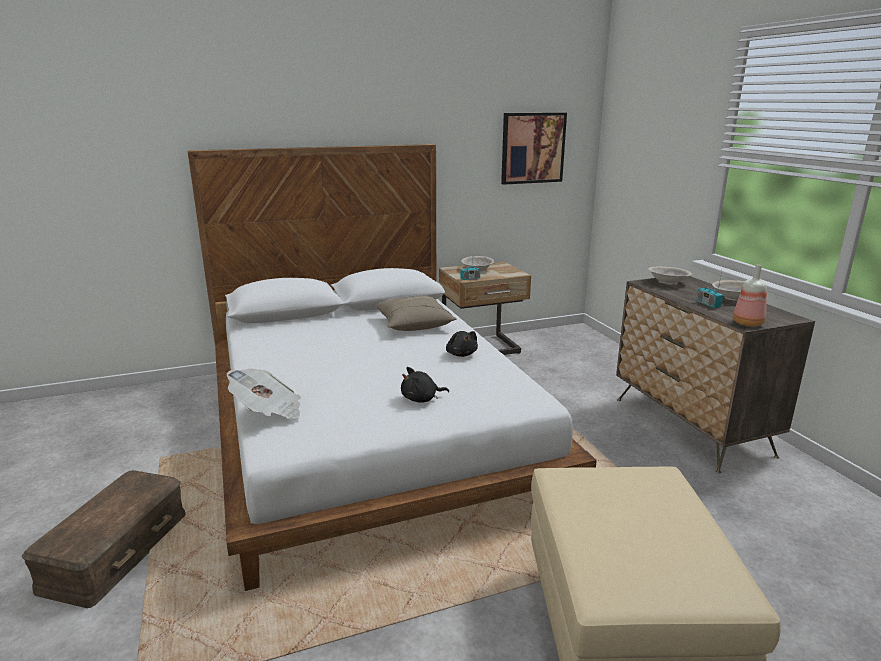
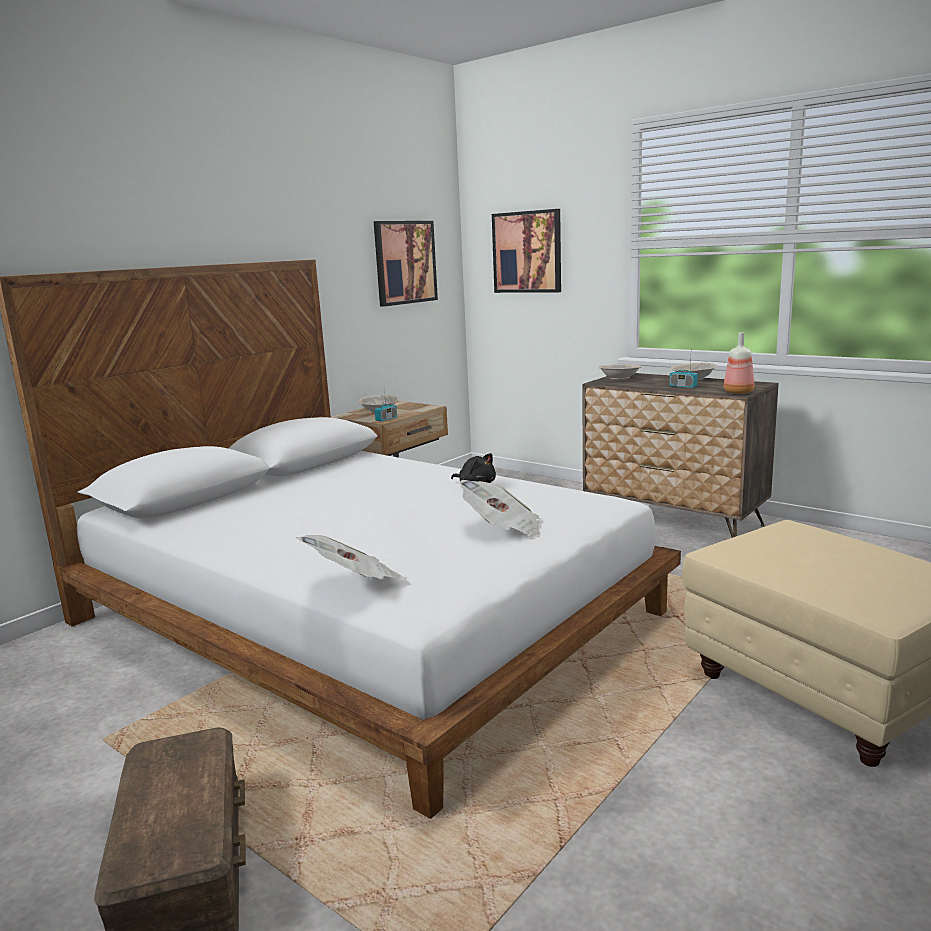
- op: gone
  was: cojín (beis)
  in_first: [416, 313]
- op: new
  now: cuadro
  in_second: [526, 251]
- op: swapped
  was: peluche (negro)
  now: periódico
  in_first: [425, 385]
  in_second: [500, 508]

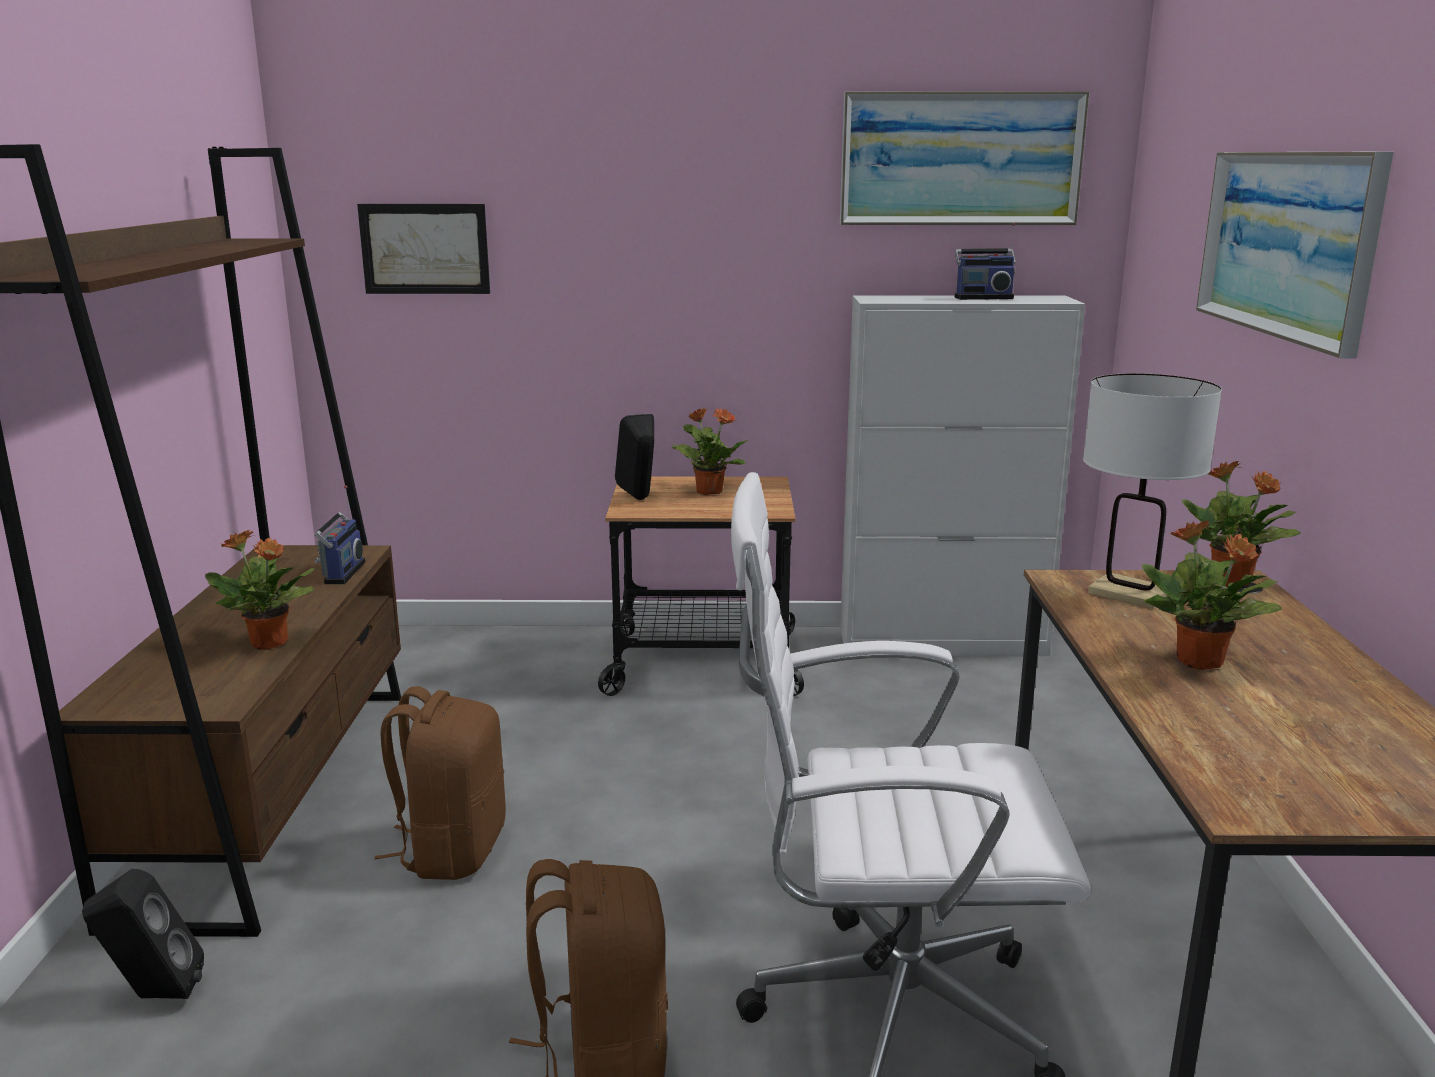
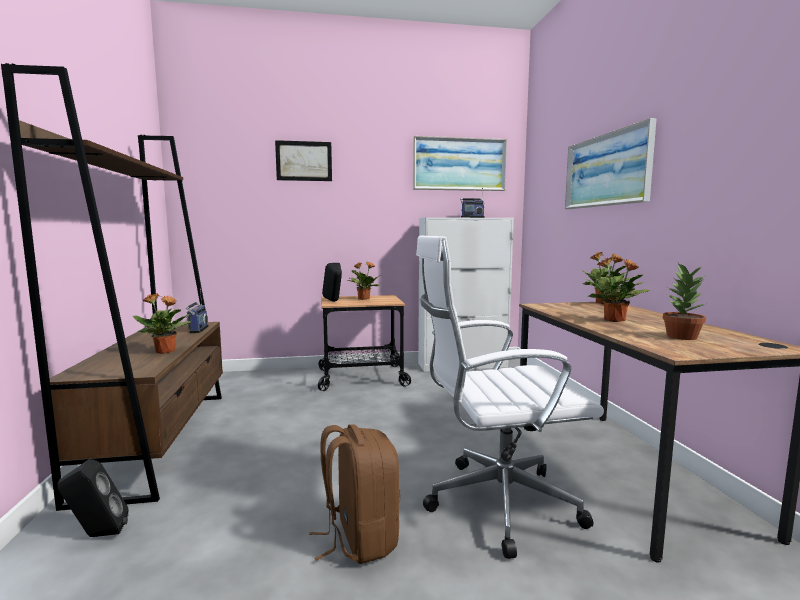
- op: gone
  was: mochila (marrón)
  in_first: [440, 783]
- op: gone
  was: lámpara de mesa (blanco)
  in_first: [1152, 491]
- op: new
  now: planta en maceta
  in_second: [685, 301]
- op: shifted
  was: cuadro
  in_first: [423, 249]
  in_second: [303, 160]

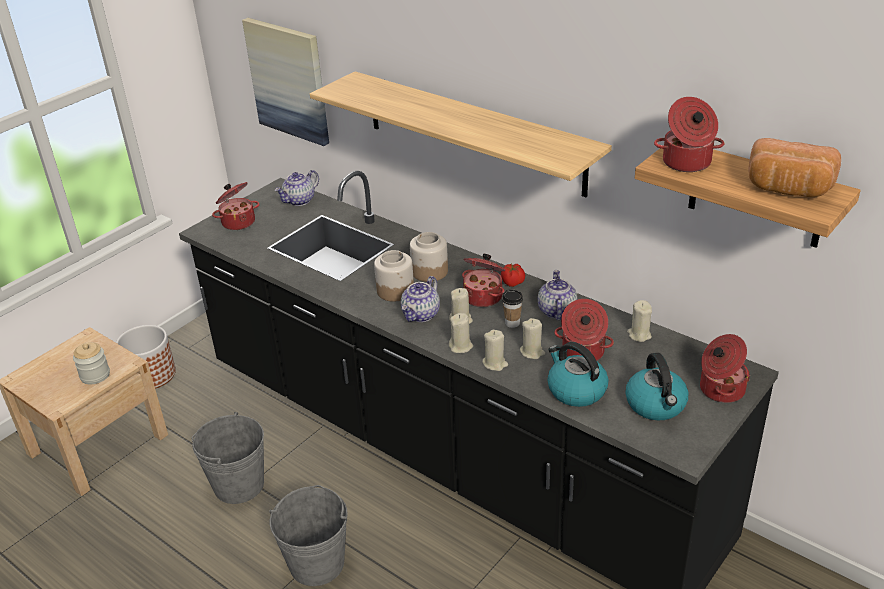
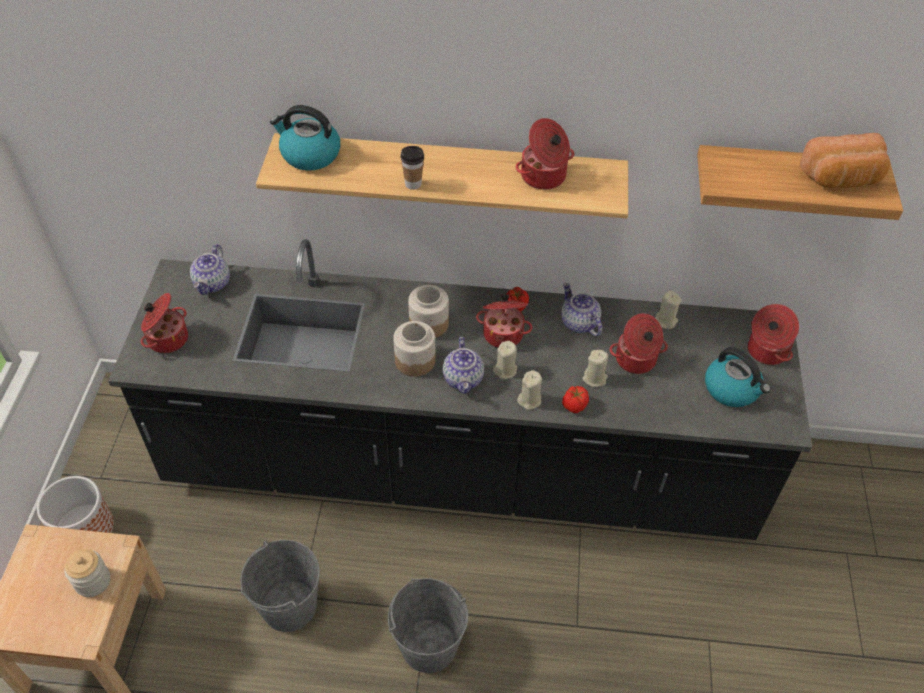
- op: gone
  was: cuadro
  in_first: [285, 82]
- op: shifted
  was: taza
  in_first: [512, 308]
  in_second: [412, 168]
- op: shifted
  was: hervidor
  in_first: [577, 374]
  in_second: [305, 138]
- op: shifted
  was: olla
  in_first: [689, 134]
  in_second: [545, 154]
- op: swapped
  was: vela (beis)
  now: tomate
  in_first: [495, 350]
  in_second: [575, 399]

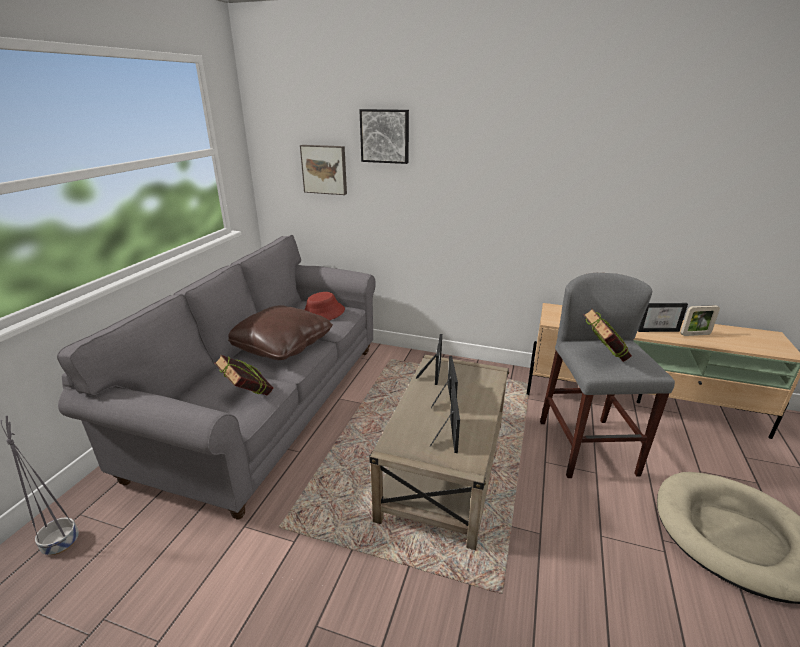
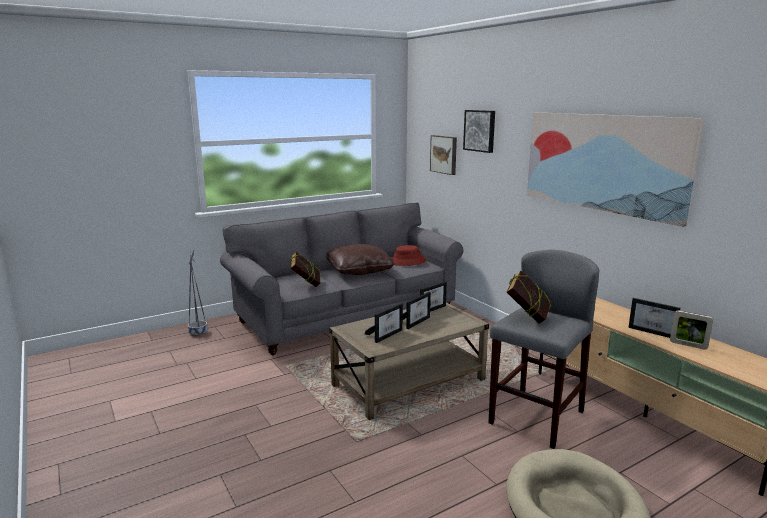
- op: new
  now: cuadro
  in_second: [615, 169]

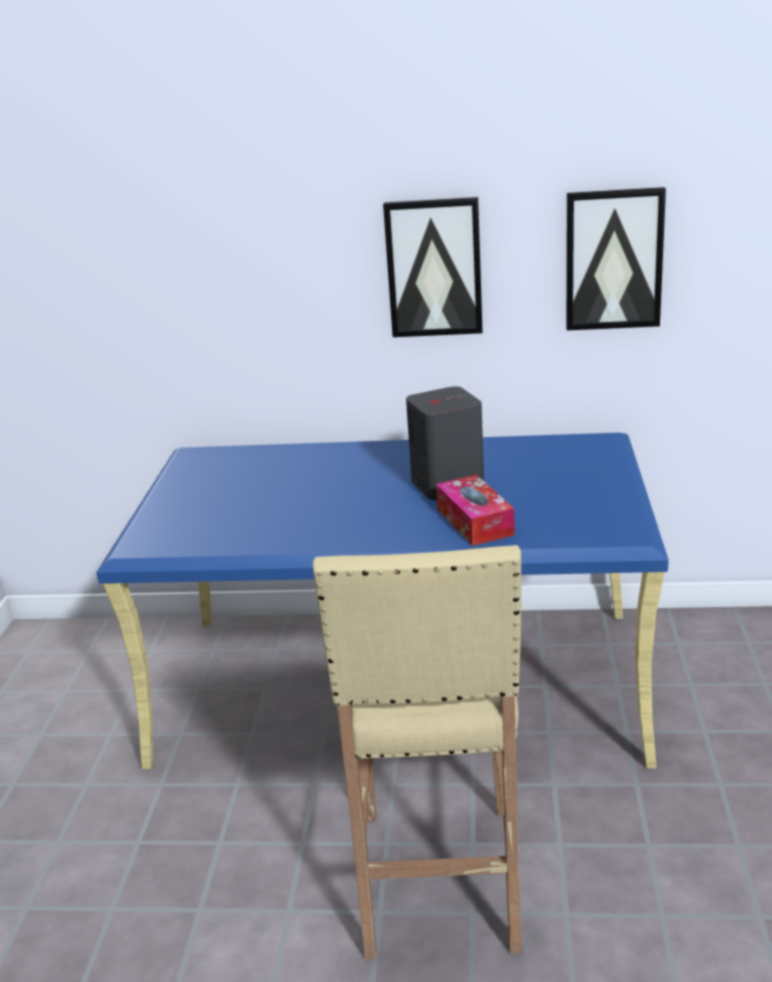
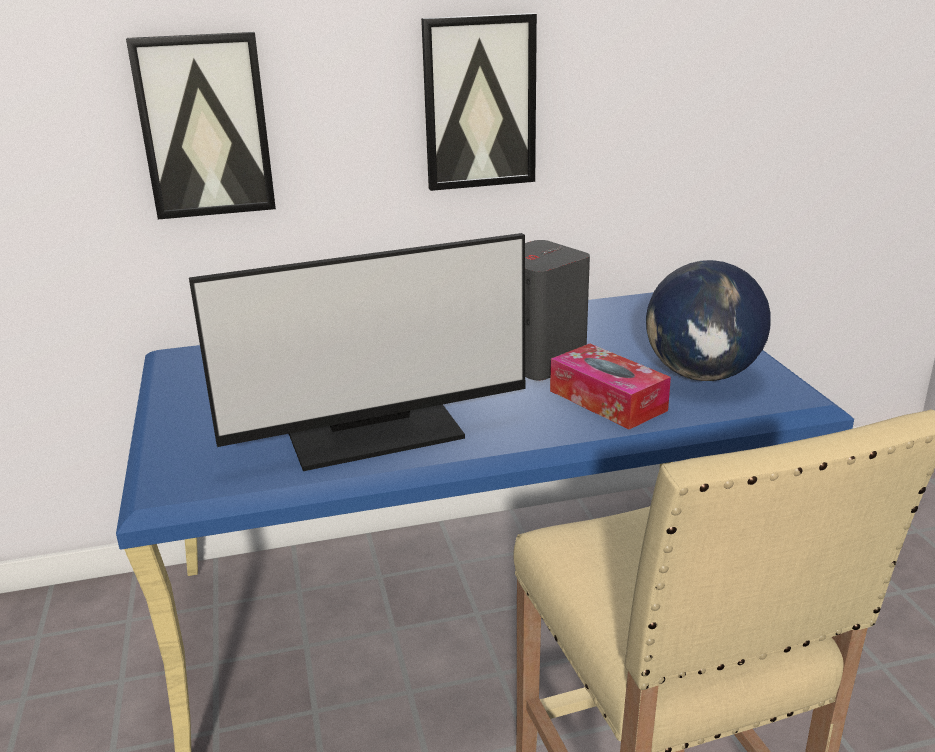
- op: new
  now: monitor
  in_second: [357, 352]
- op: new
  now: globo terráqueo
  in_second: [708, 320]
- op: shifted
  was: cuadro
  in_first: [616, 258]
  in_second: [201, 125]

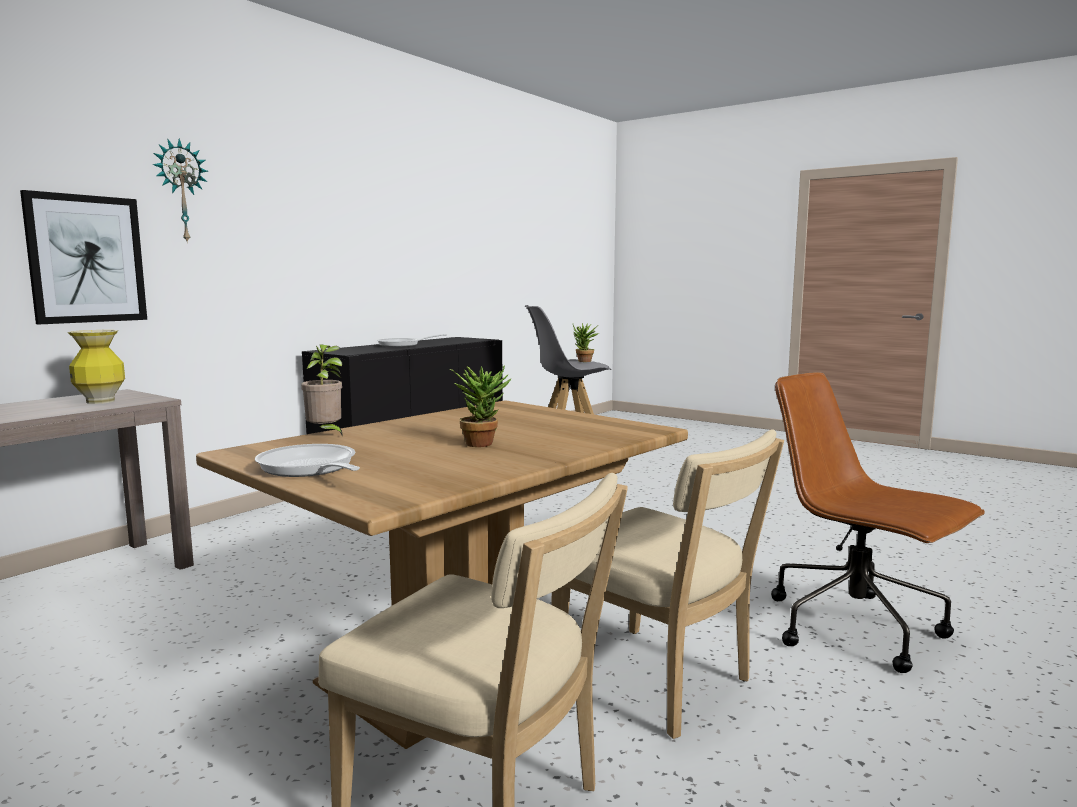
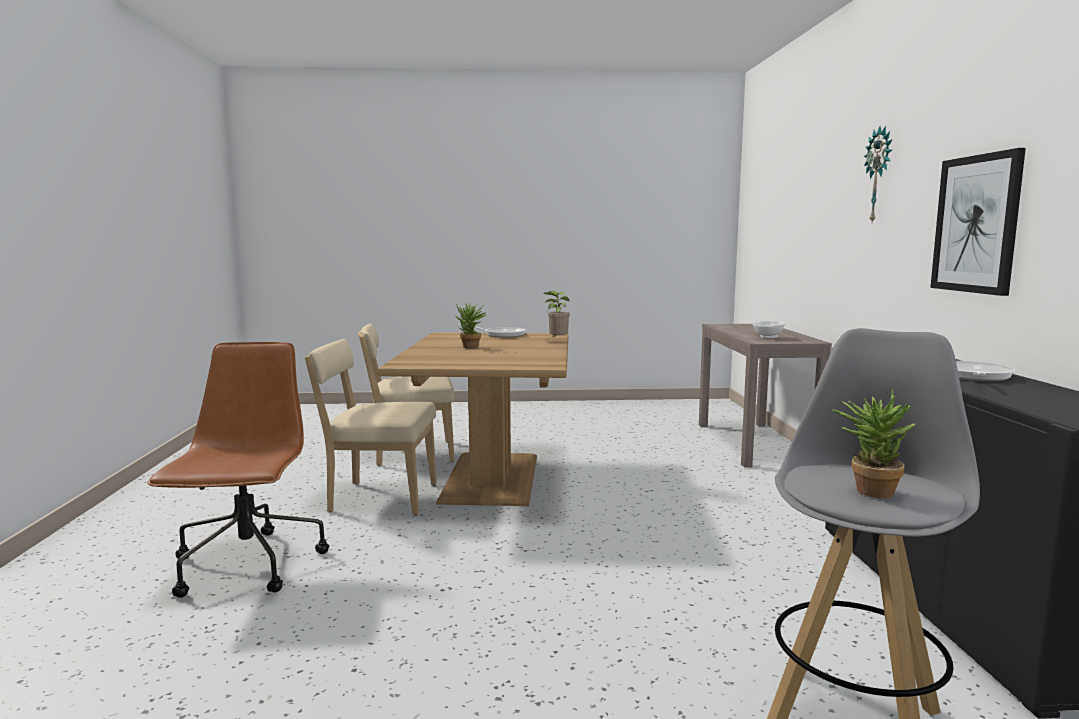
- op: shifted
  was: cuadro
  in_first: [83, 257]
  in_second: [978, 222]
- op: swapped
  was: florero
  now: cuenco (blanco)
  in_first: [96, 367]
  in_second: [769, 330]
- op: rotated
  was: silla de oficina (marrón)
  in_first: [878, 522]
  in_second: [238, 470]
  clockwise: -105

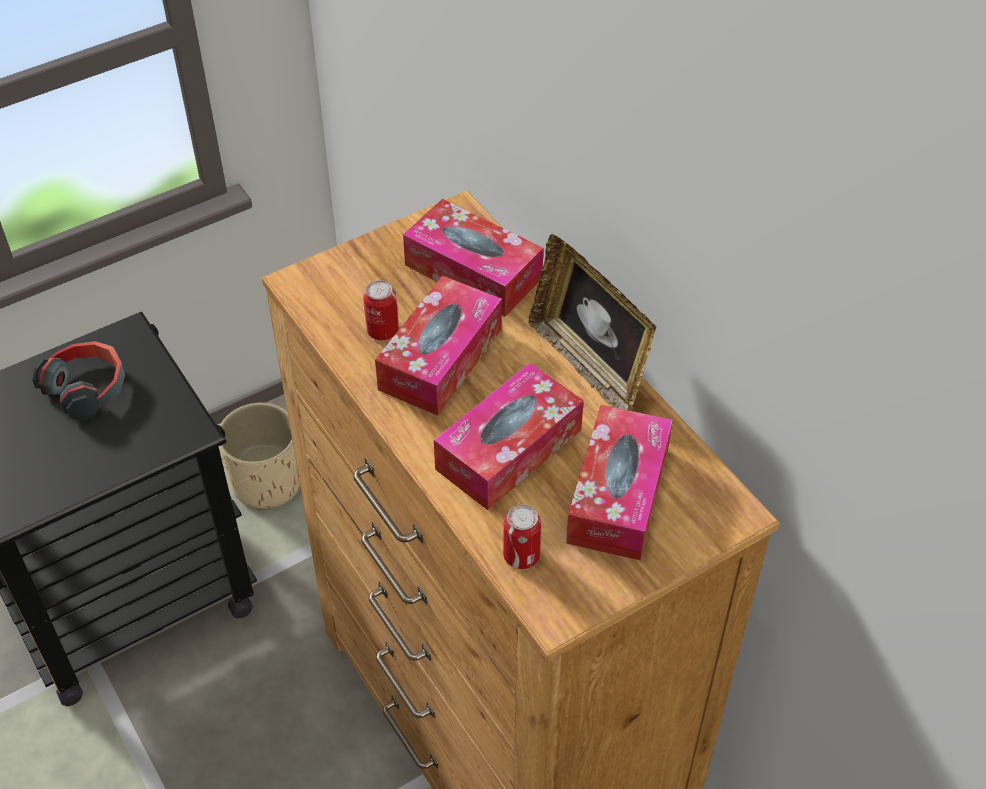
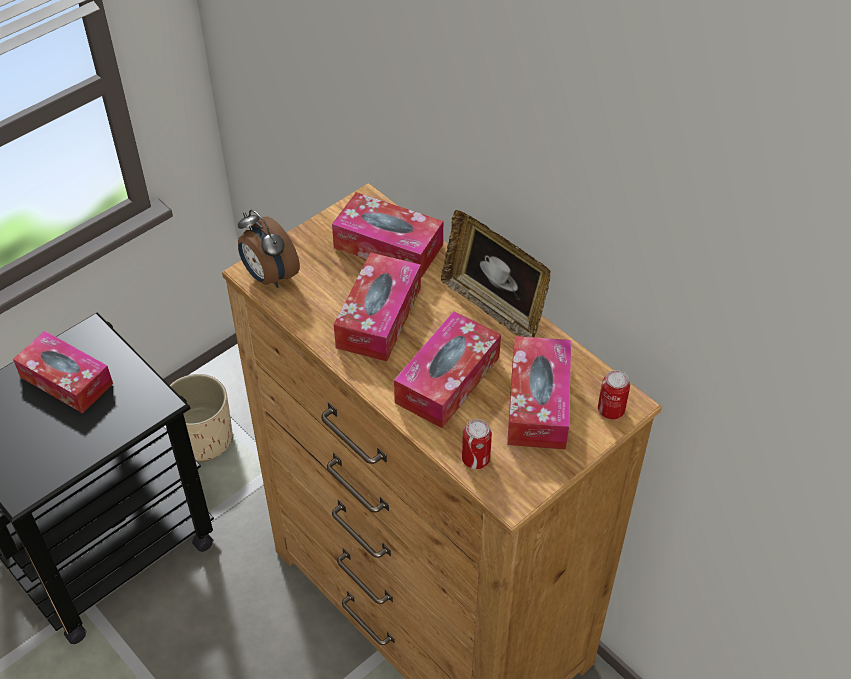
- op: new
  now: despertador
  in_second: [269, 249]
- op: shifted
  was: lata
  in_first: [381, 310]
  in_second: [614, 394]
- op: swapped
  was: auriculares
  now: caja de pañuelos
  in_first: [78, 380]
  in_second: [63, 372]

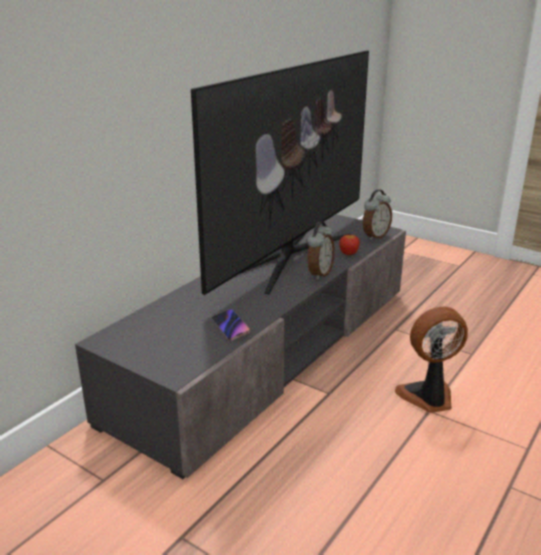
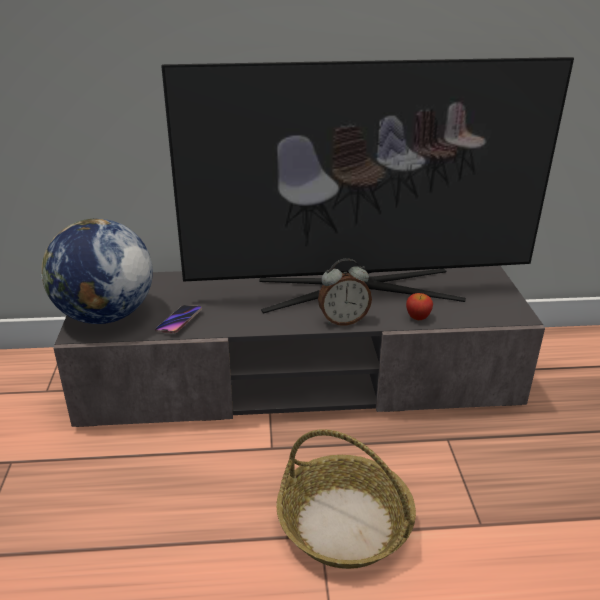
- op: gone
  was: despertador
  in_first: [377, 214]
- op: new
  now: globo terráqueo
  in_second: [97, 271]
- op: swapped
  was: ventilador
  now: cesta
  in_first: [431, 359]
  in_second: [346, 499]

